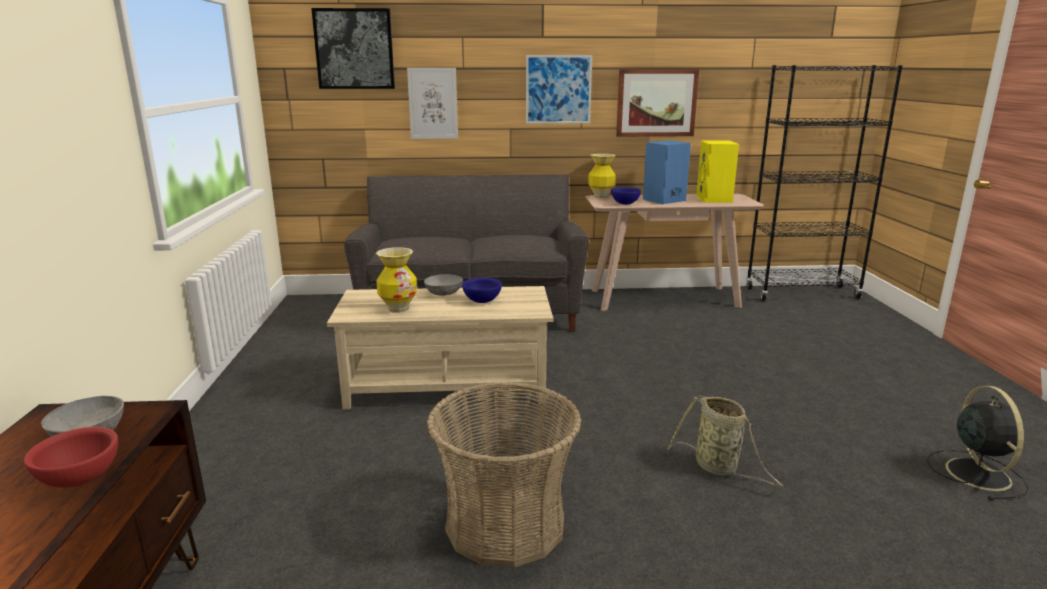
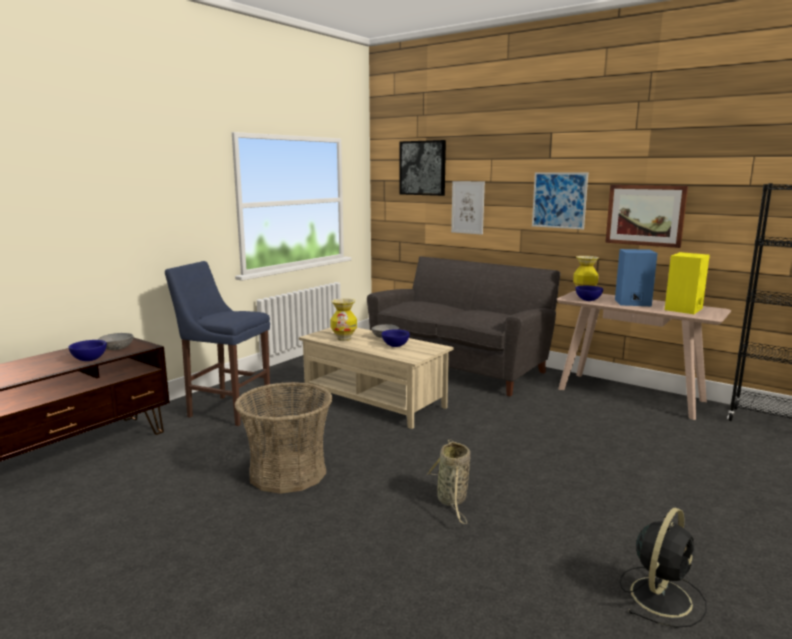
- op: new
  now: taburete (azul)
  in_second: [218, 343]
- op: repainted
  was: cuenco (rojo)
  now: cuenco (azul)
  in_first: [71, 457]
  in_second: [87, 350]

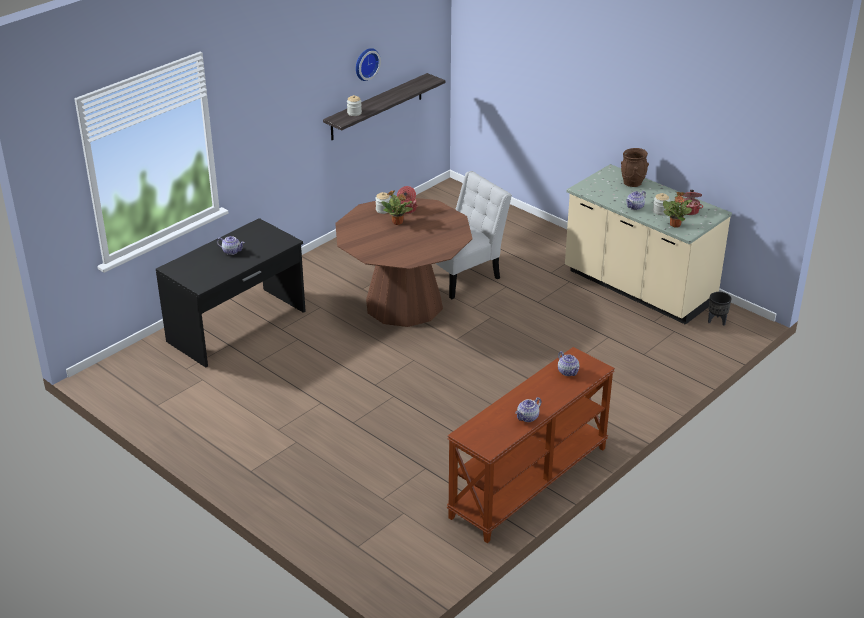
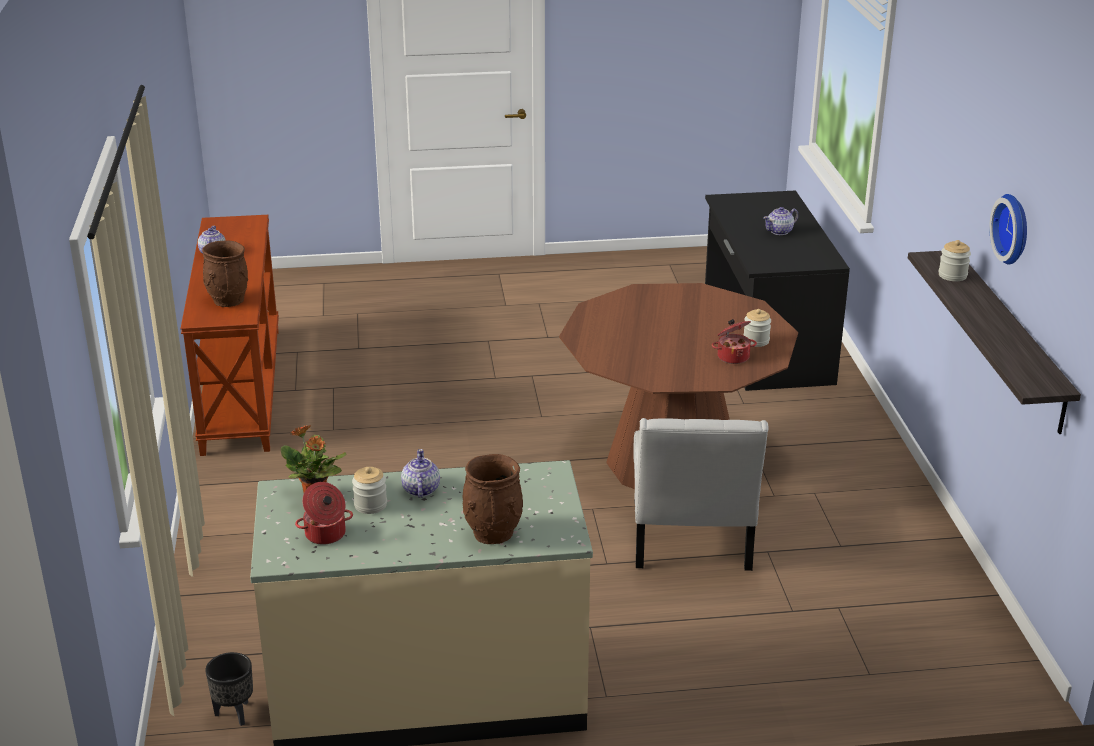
- op: gone
  was: planta en maceta
  in_first: [397, 207]
- op: swapped
  was: tetera
  now: florero (marrón)
  in_first: [568, 363]
  in_second: [225, 273]

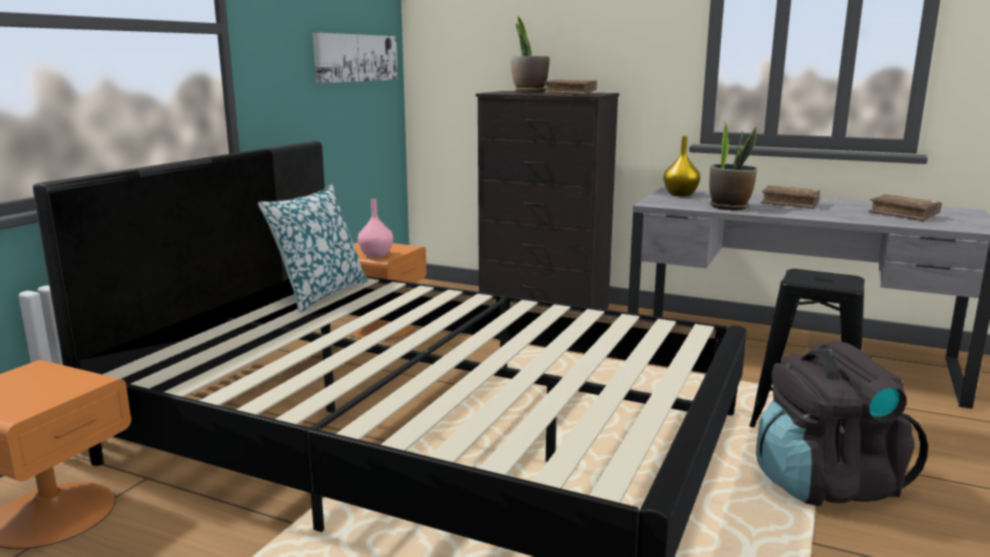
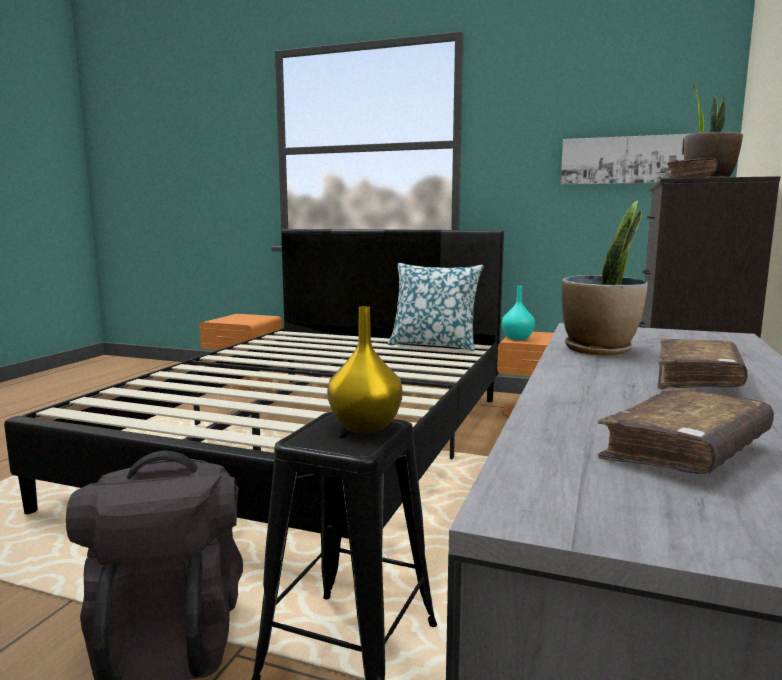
- op: shifted
  was: florero (amarillo)
  in_first: [682, 166]
  in_second: [364, 369]
- op: repainted
  was: florero (rosa)
  now: florero (turquesa)
  in_first: [375, 228]
  in_second: [518, 313]

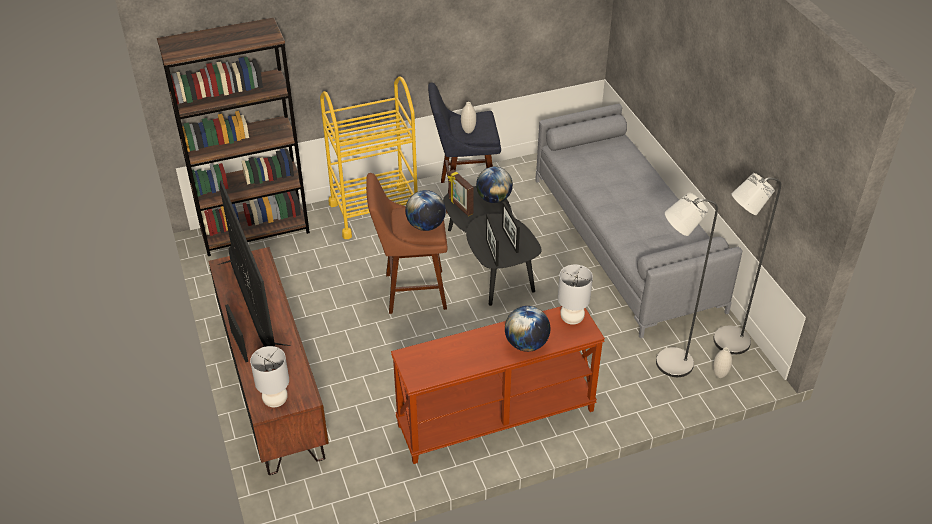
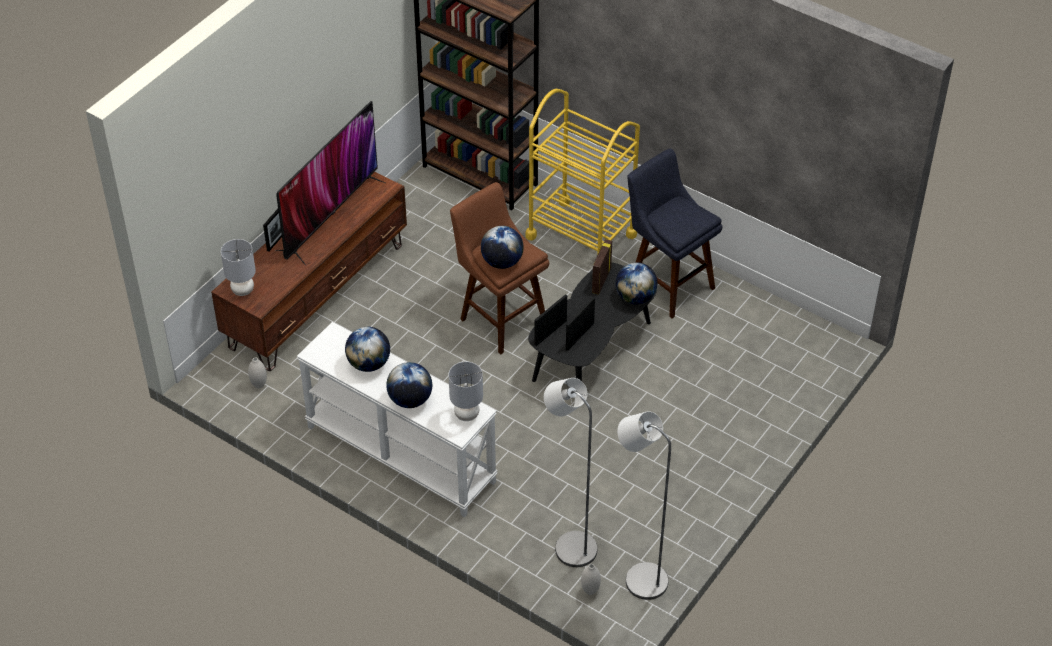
- op: gone
  was: sofá (gris)
  in_first: [638, 221]
- op: new
  now: globo terráqueo
  in_second: [367, 349]
- op: shifted
  was: florero (blanco)
  in_first: [468, 117]
  in_second: [257, 372]
- op: repainted
  was: mesa consola (marrón)
  now: mesa consola (blanco)
  in_first: [498, 385]
  in_second: [397, 419]

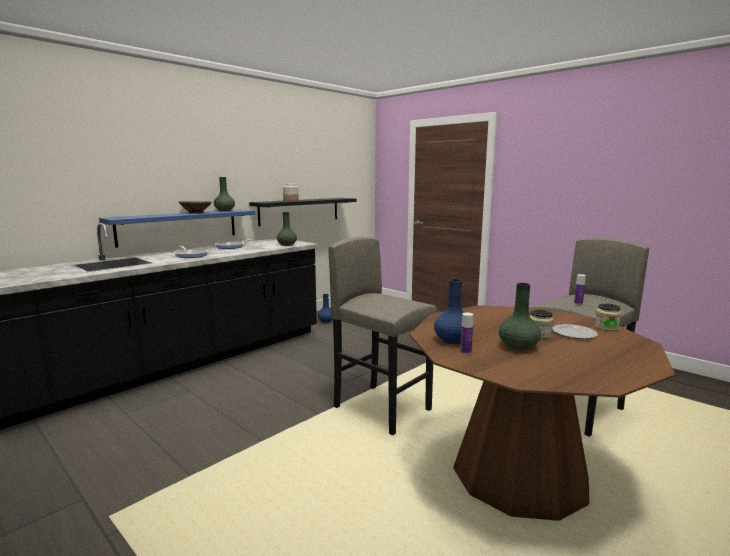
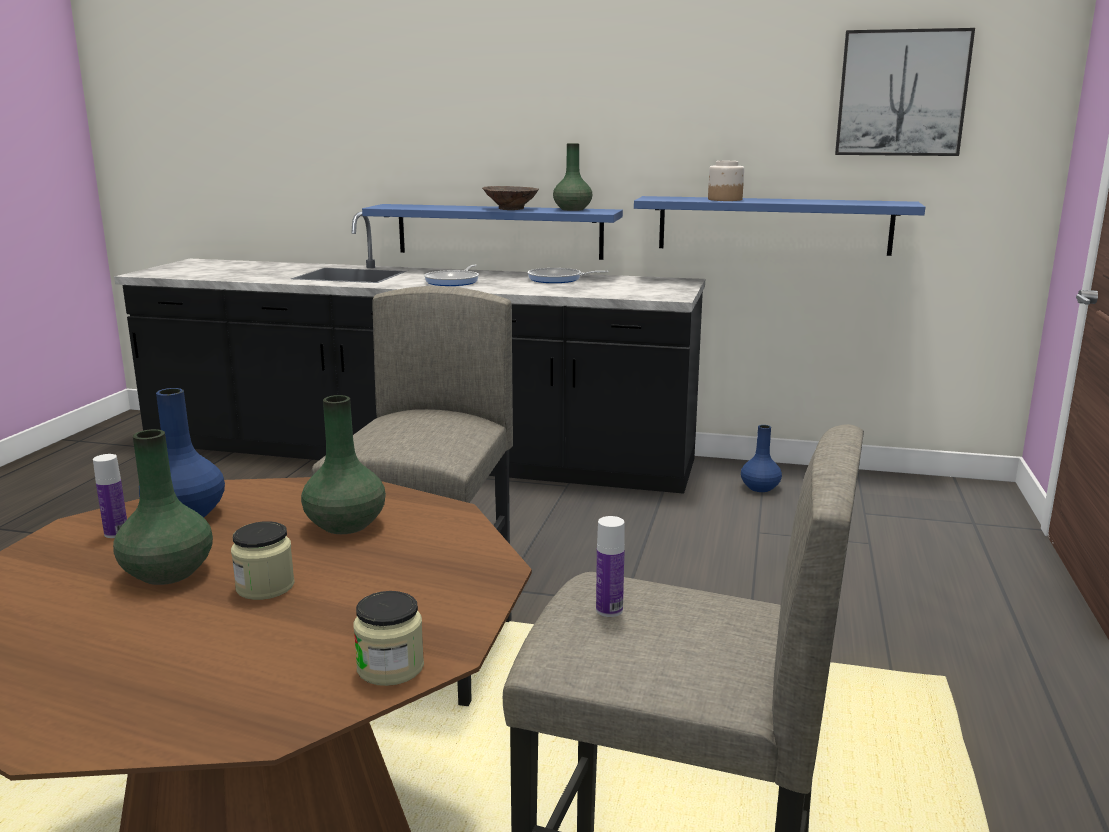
- op: gone
  was: plato
  in_first: [575, 331]
- op: new
  now: cuadro
  in_second: [905, 92]
- op: shifted
  was: florero (verde)
  in_first: [287, 229]
  in_second: [343, 464]
- op: repainted
  was: estante (negro)
  now: estante (azul)
  in_first: [303, 212]
  in_second: [779, 226]

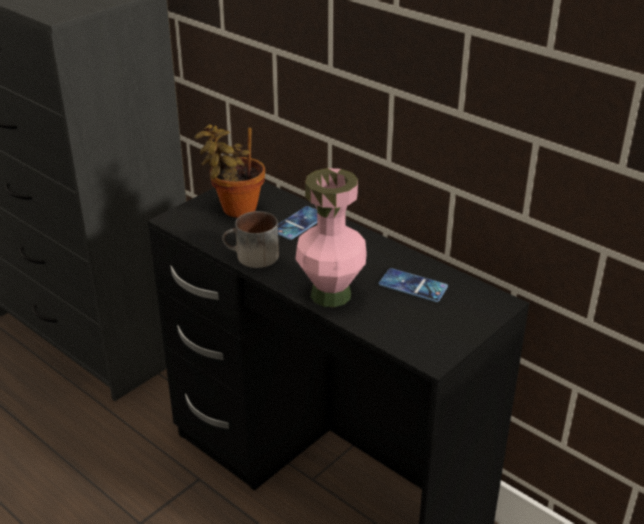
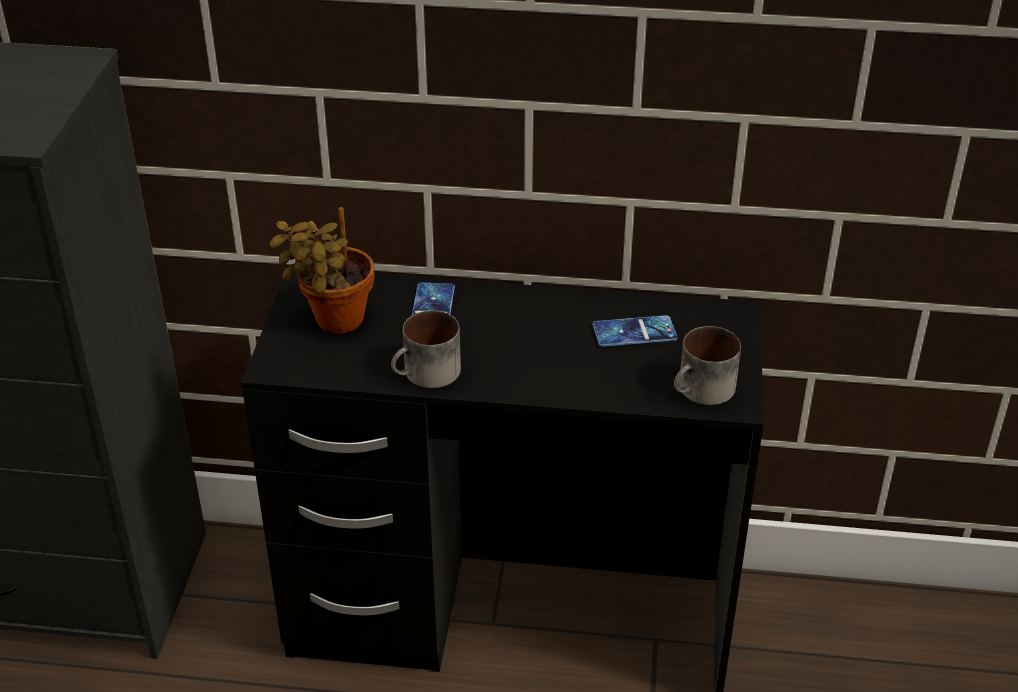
- op: gone
  was: florero (rosa)
  in_first: [331, 237]
- op: new
  now: taza grande
  in_second: [707, 365]

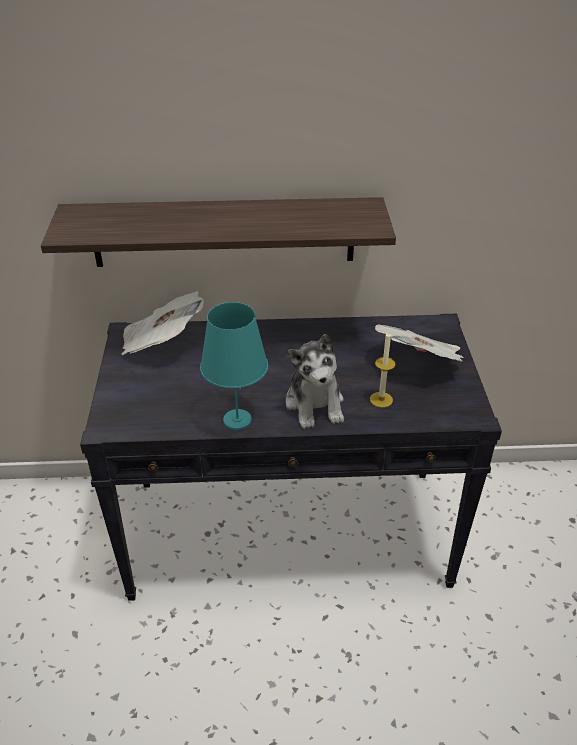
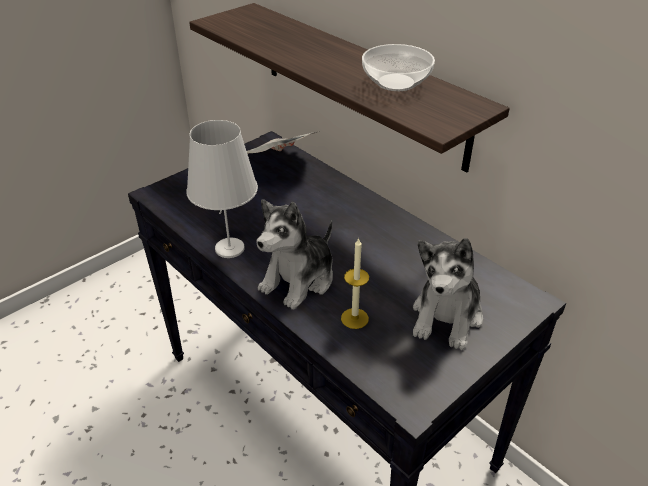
- op: new
  now: cuenco
  in_second: [398, 67]
- op: swapped
  was: periódico
  now: peluche
  in_first: [419, 342]
  in_second: [448, 294]
- op: repainted
  was: lámpara de mesa (turquesa)
  now: lámpara de mesa (blanco)
  in_first: [234, 366]
  in_second: [222, 189]

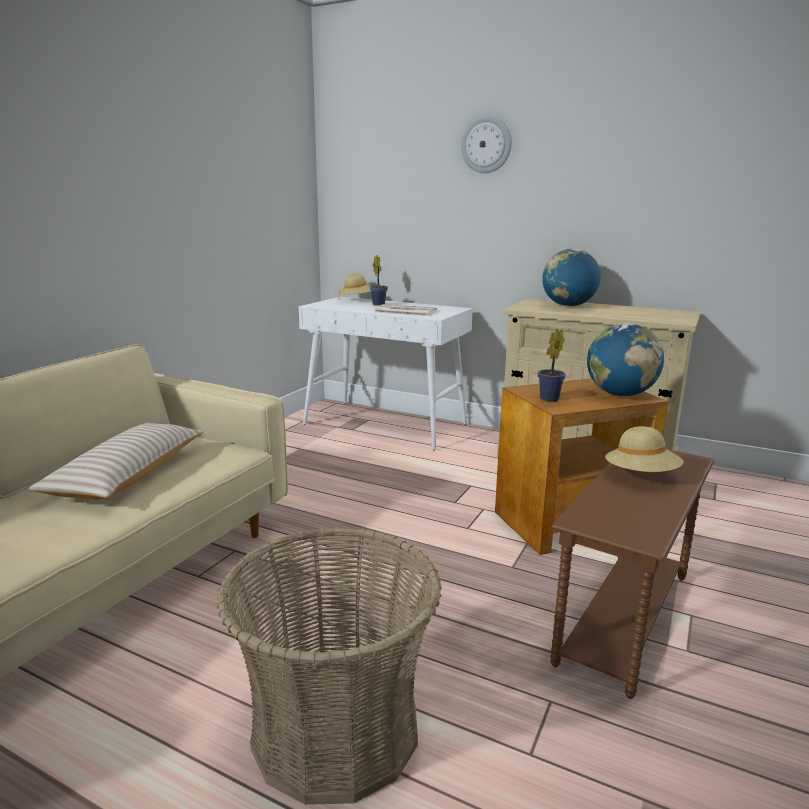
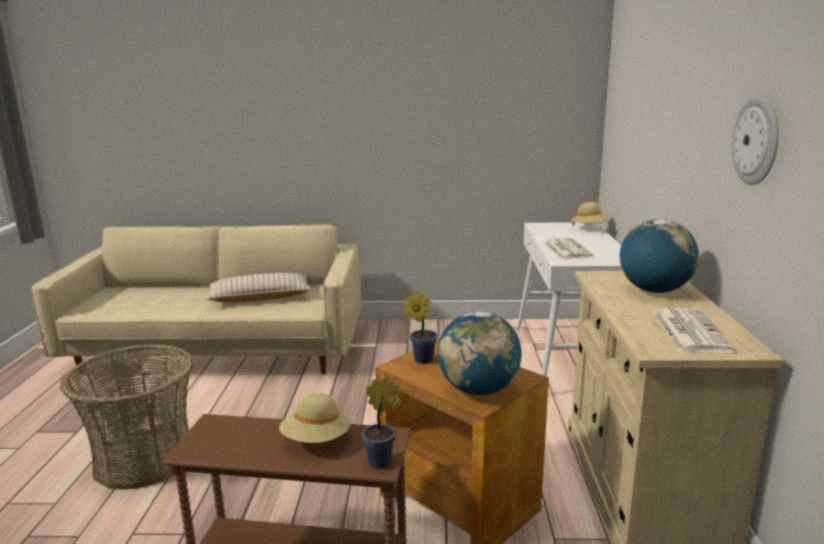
- op: new
  now: periódico
  in_second: [693, 330]
- op: shifted
  was: planta en maceta
  in_first: [379, 280]
  in_second: [382, 422]
- op: shifted
  was: reloj de pared
  in_first: [486, 144]
  in_second: [755, 140]

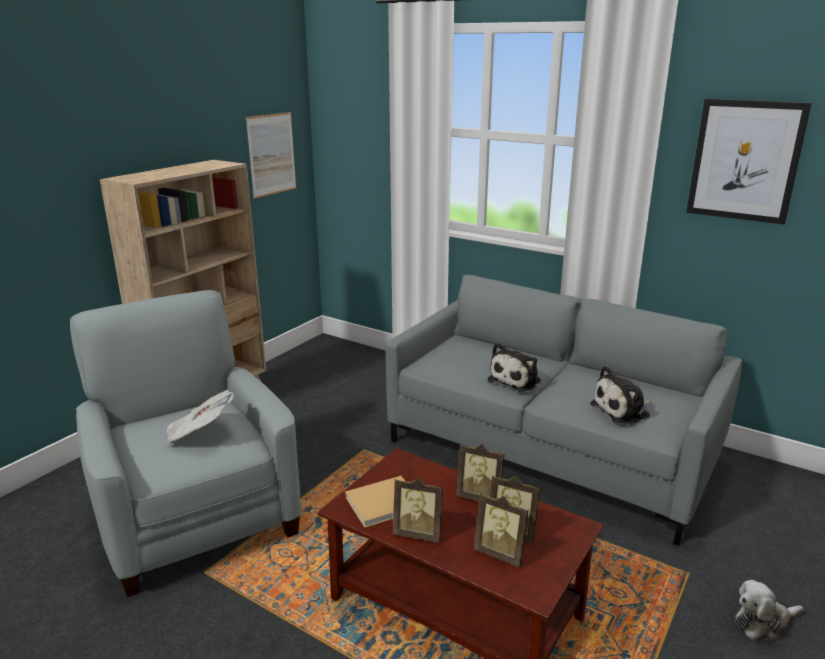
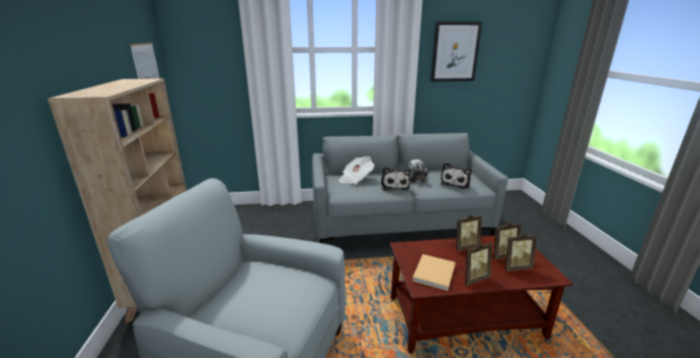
- op: shifted
  was: periódico
  in_first: [200, 416]
  in_second: [356, 170]
- op: shifted
  was: peluche
  in_first: [769, 611]
  in_second: [418, 171]

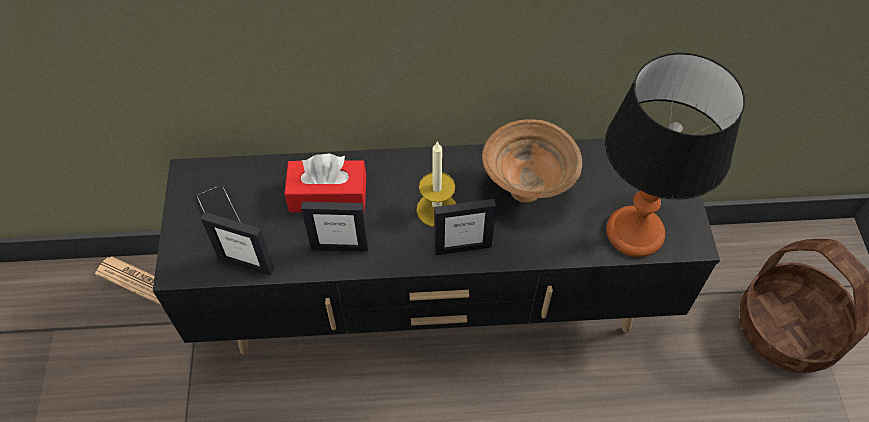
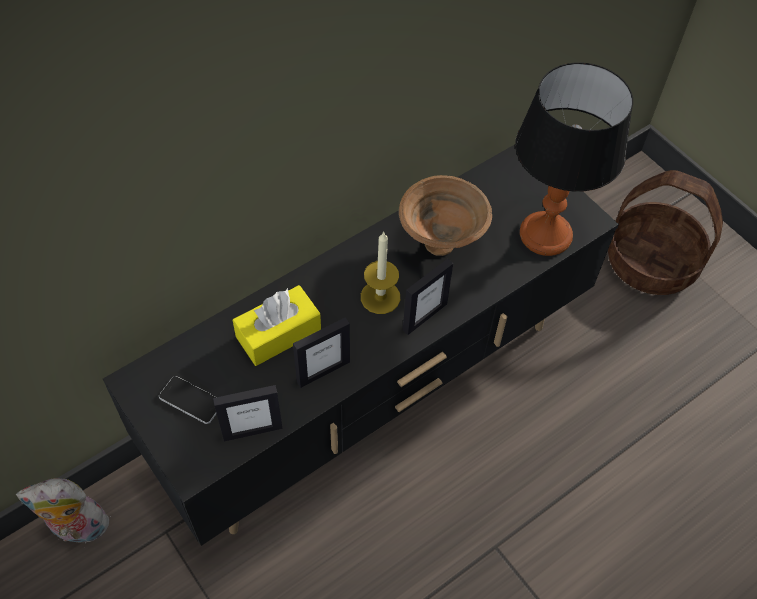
- op: swapped
  was: periódico
  now: peluche
  in_first: [128, 281]
  in_second: [65, 511]
- op: repainted
  was: caja de pañuelos (rojo)
  now: caja de pañuelos (amarillo)
  in_first: [325, 183]
  in_second: [277, 325]

